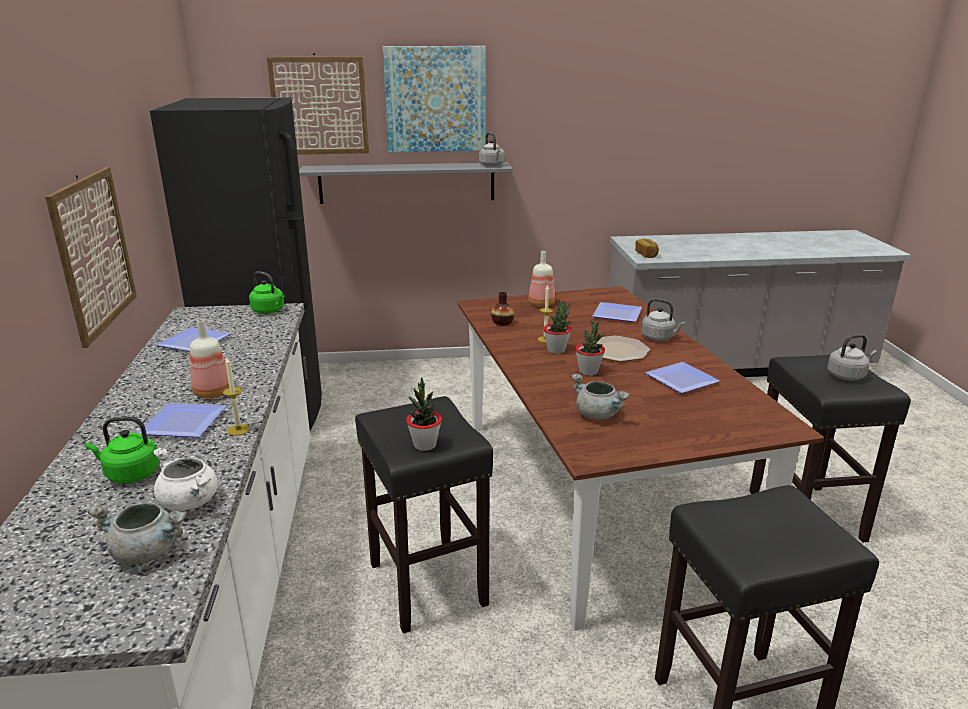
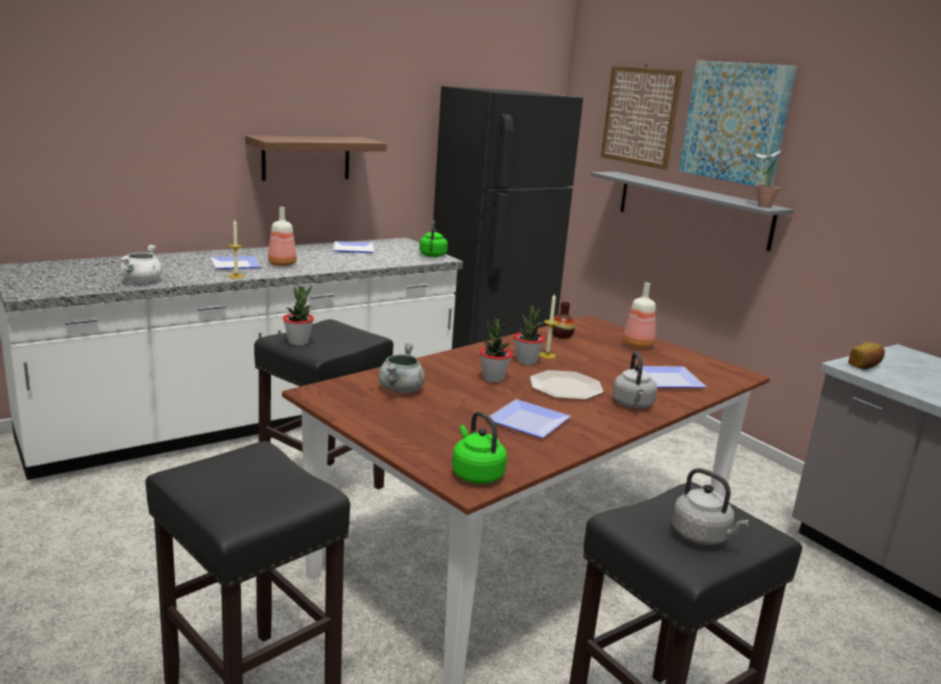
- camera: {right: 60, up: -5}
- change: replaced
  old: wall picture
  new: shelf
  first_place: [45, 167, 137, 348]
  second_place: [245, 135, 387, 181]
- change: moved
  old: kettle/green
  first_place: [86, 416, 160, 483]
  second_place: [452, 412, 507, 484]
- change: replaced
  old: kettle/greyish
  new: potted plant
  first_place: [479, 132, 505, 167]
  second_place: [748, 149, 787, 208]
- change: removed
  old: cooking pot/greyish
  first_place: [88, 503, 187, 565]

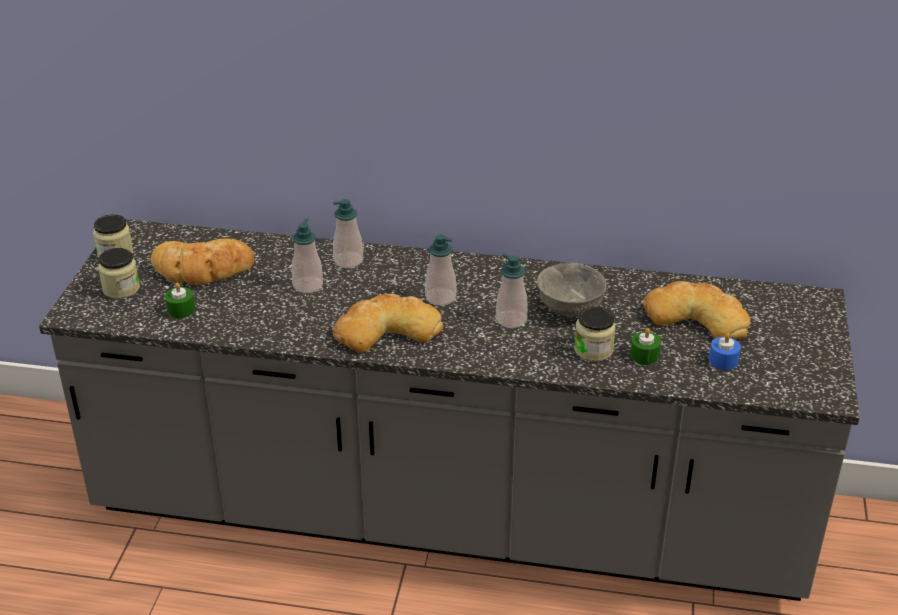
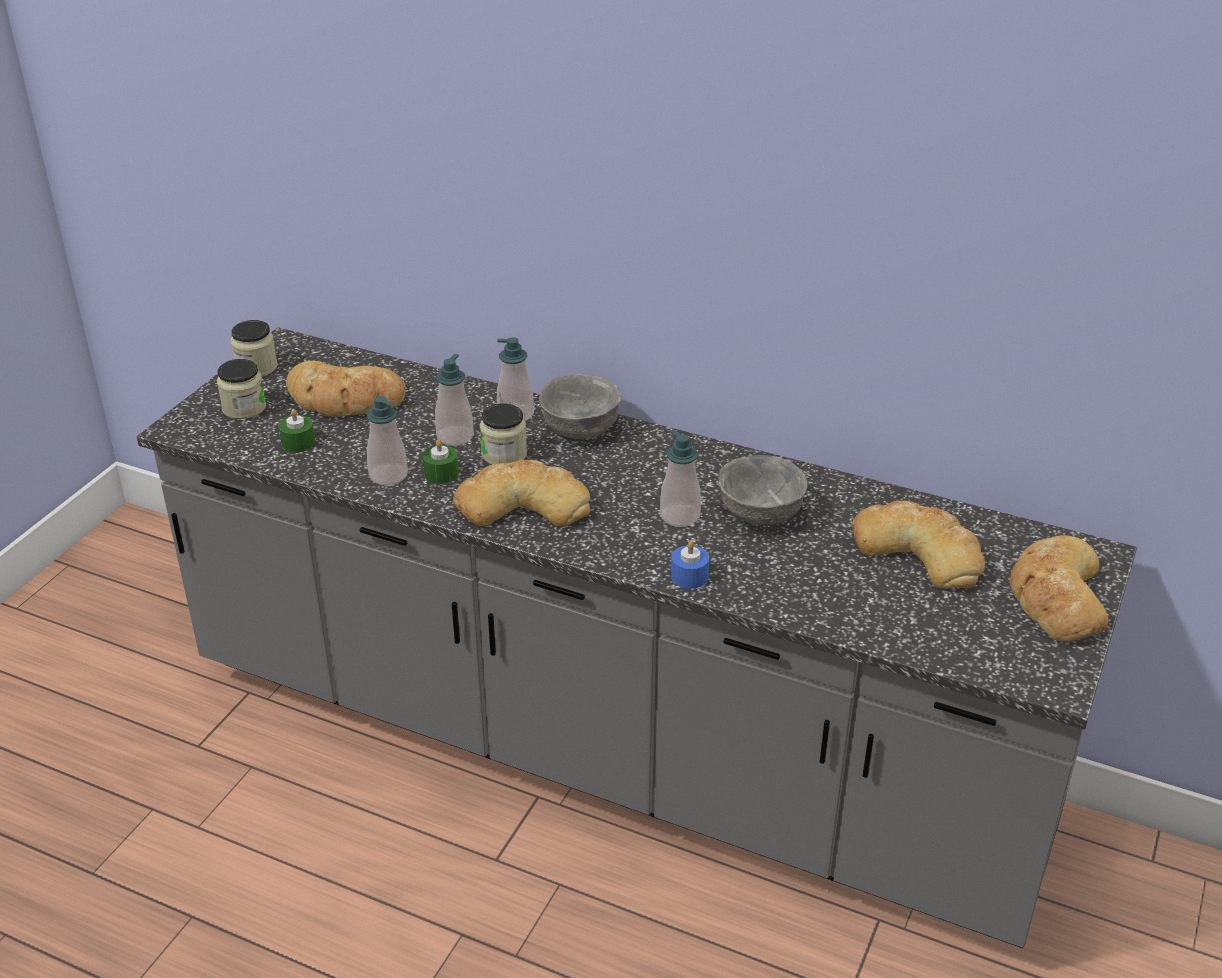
- camera: {right: 15, up: 0}
- change: moved
  old: soap dispenser
  first_place: [425, 234, 456, 306]
  second_place: [367, 396, 408, 485]
- change: moved
  old: wax candle/green
  first_place: [630, 328, 661, 365]
  second_place: [423, 439, 459, 484]
- change: moved
  old: preserve jar
  first_place: [574, 307, 616, 361]
  second_place: [480, 403, 527, 465]
- change: added
  new: bowl/greyish
  second_place: [539, 374, 621, 439]
- change: moved
  old: wax candle/blue-coloured
  first_place: [709, 333, 741, 370]
  second_place: [671, 540, 709, 589]
- change: added
  new: baked bread
  second_place: [1010, 535, 1109, 642]

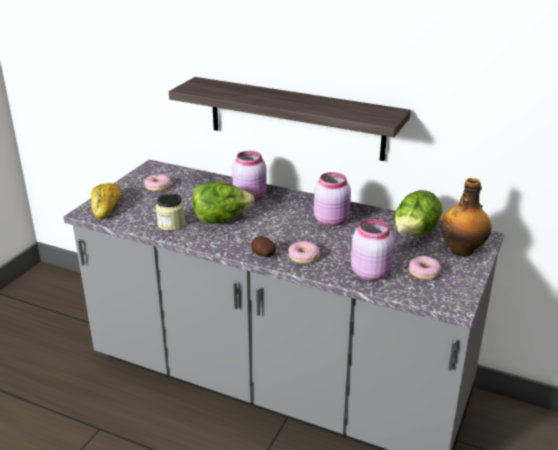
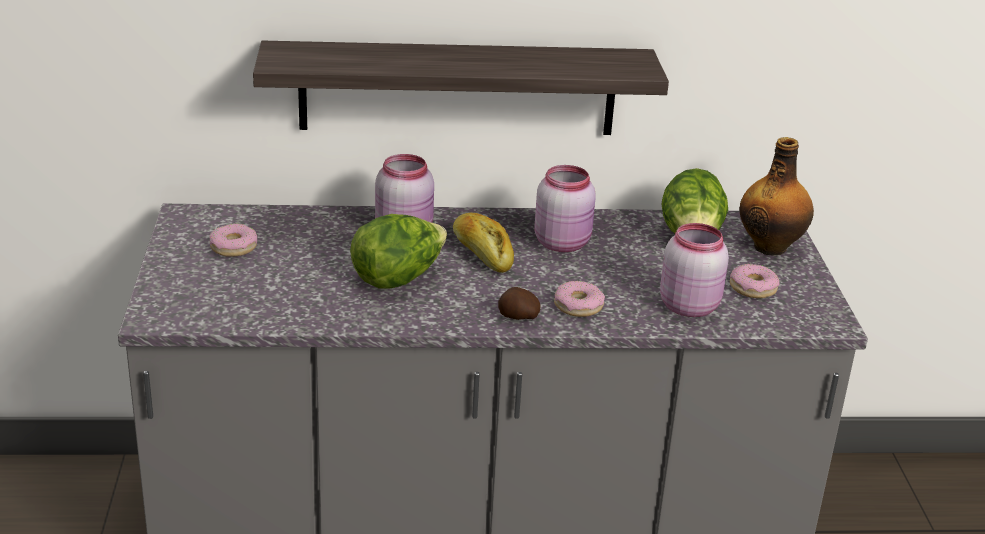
- camera: {right: -30, up: 0}
- change: moved
  old: baked bread
  first_place: [91, 183, 121, 219]
  second_place: [453, 213, 514, 273]
- change: removed
  old: preserve jar
  first_place: [156, 194, 185, 231]

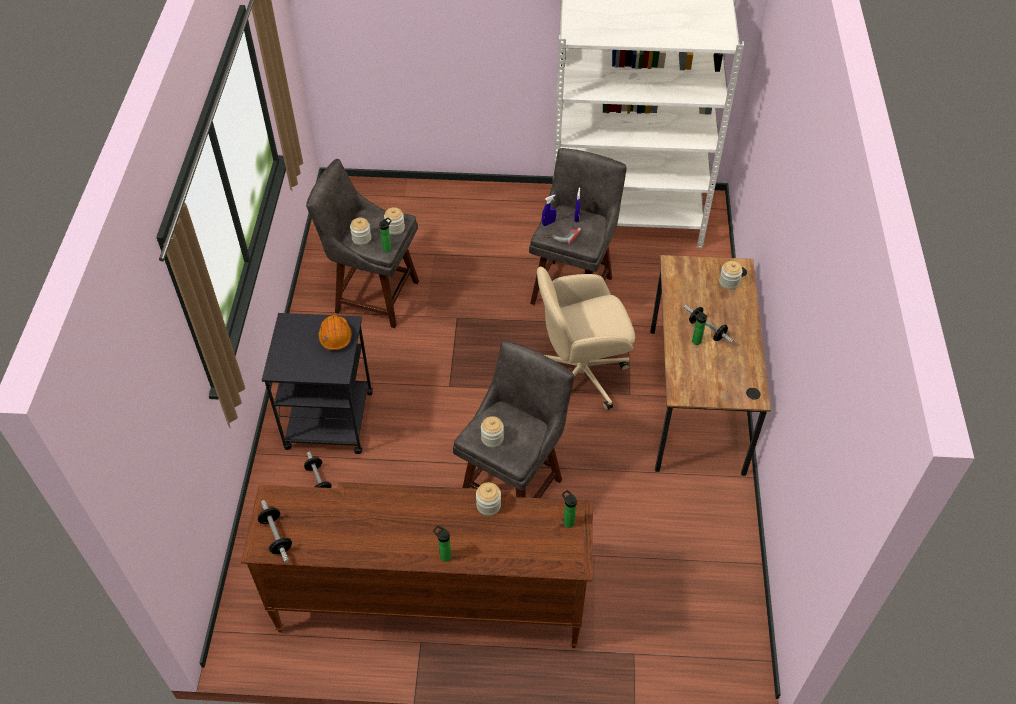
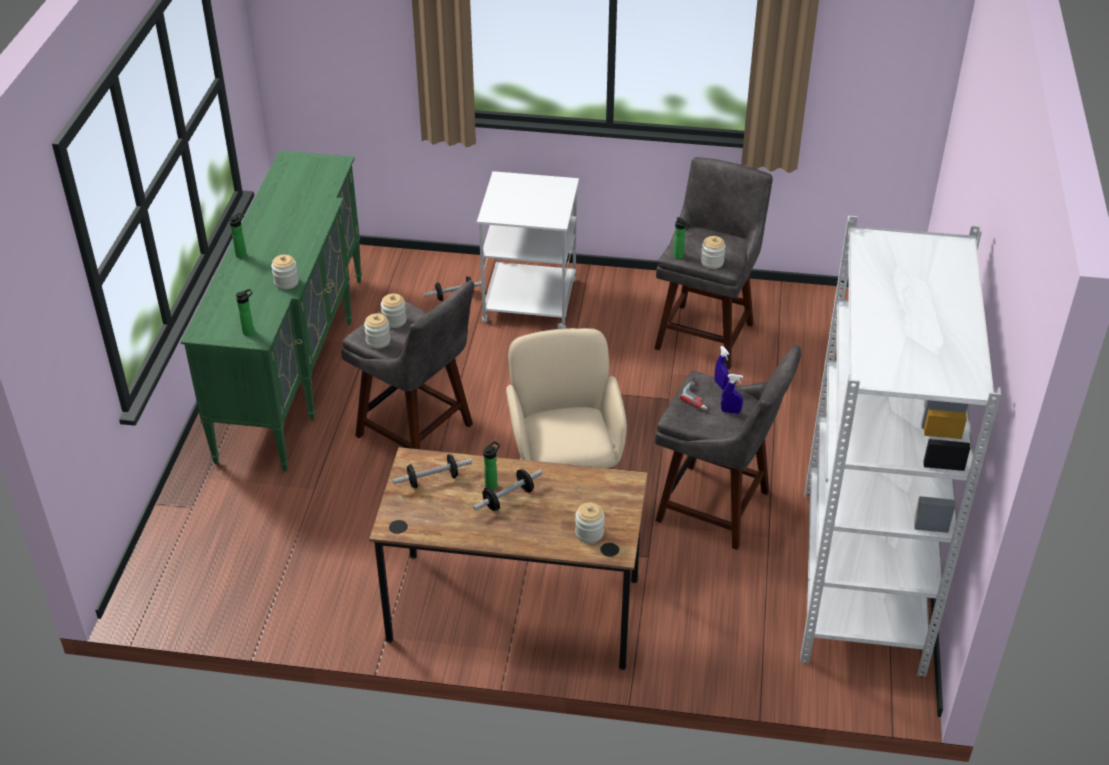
- camera: {right: 95, up: -10}
- change: recoloured
  old: cupboard/brown
  new: cupboard/green
  first_place: [241, 482, 593, 648]
  second_place: [180, 151, 362, 472]
- change: moved
  old: preserve jar
  first_place: [350, 218, 371, 245]
  second_place: [364, 313, 391, 349]
- change: moved
  old: free weight
  first_place: [258, 500, 292, 563]
  second_place: [392, 454, 472, 489]
- change: recoloured
  old: wheeled cart/blackish
  new: wheeled cart/white
  first_place: [262, 313, 373, 454]
  second_place: [477, 171, 579, 329]
- change: removed
  old: safety helmet/orangey
  first_place: [318, 315, 351, 350]

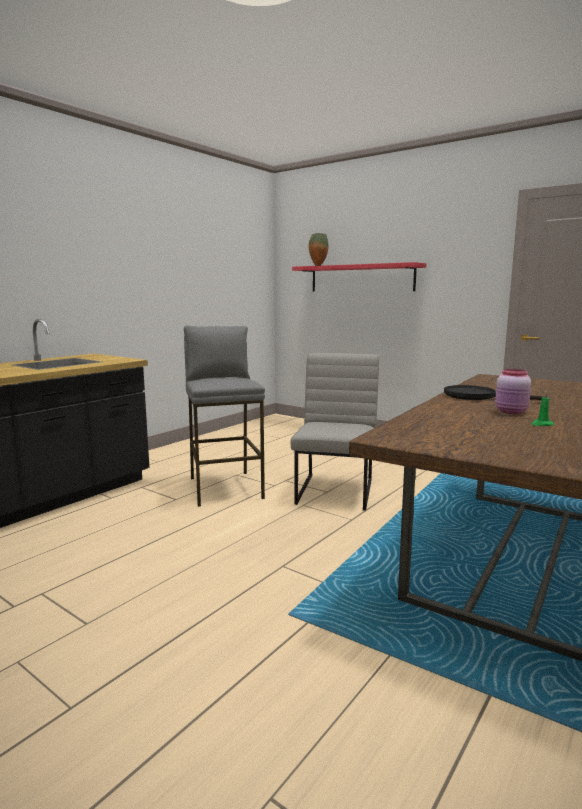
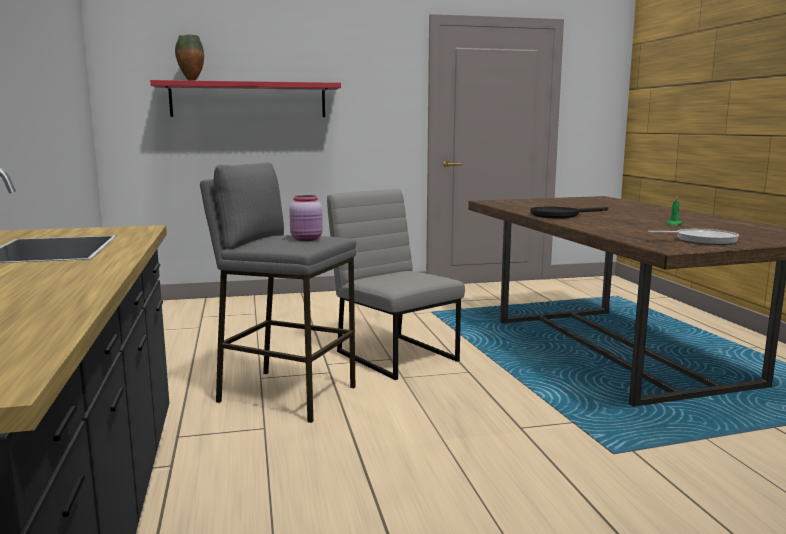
- camera: {right: -50, up: 0}
- change: moved
  old: preserve jar/pinkish
  first_place: [495, 369, 531, 414]
  second_place: [289, 195, 323, 241]
- change: added
  new: frying pan
  second_place: [648, 229, 739, 245]

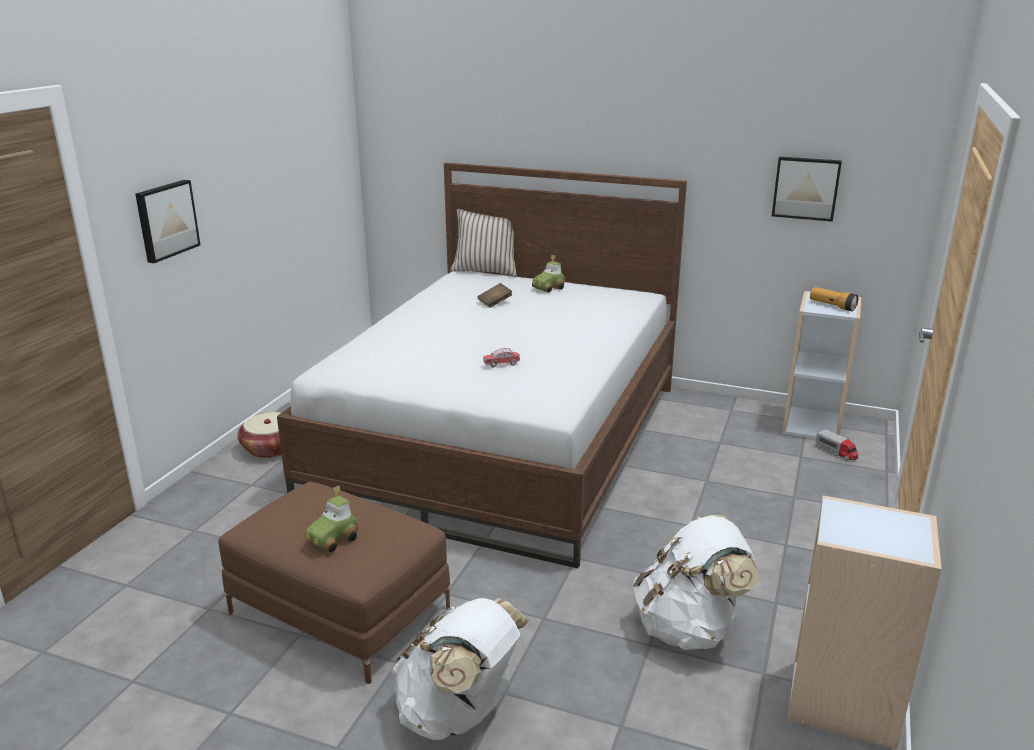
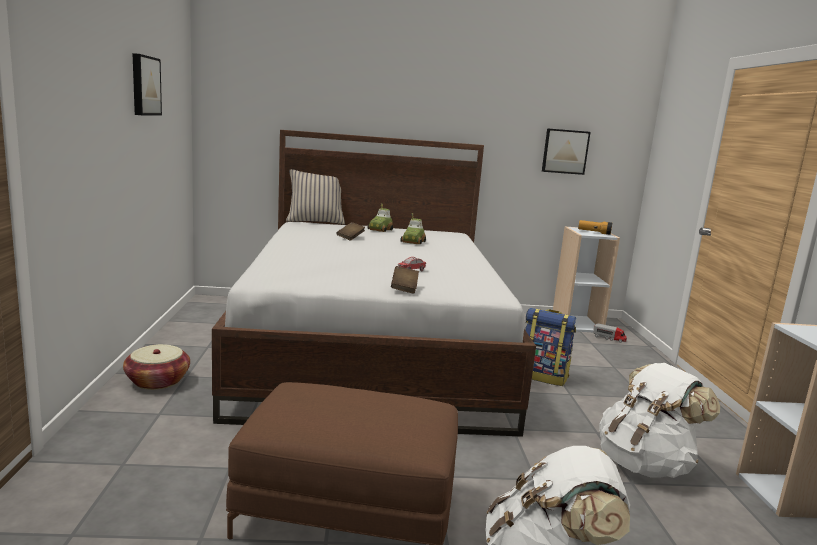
- camera: {right: -25, up: -10}
- change: moved
  old: wall picture
  first_place: [135, 180, 200, 263]
  second_place: [132, 53, 162, 115]
- change: added
  new: book/brown
  second_place: [391, 266, 419, 294]
- change: moved
  old: miniature car
  first_place: [305, 486, 358, 552]
  second_place: [401, 213, 426, 244]
- change: added
  new: knapsack
  second_place: [525, 308, 576, 386]

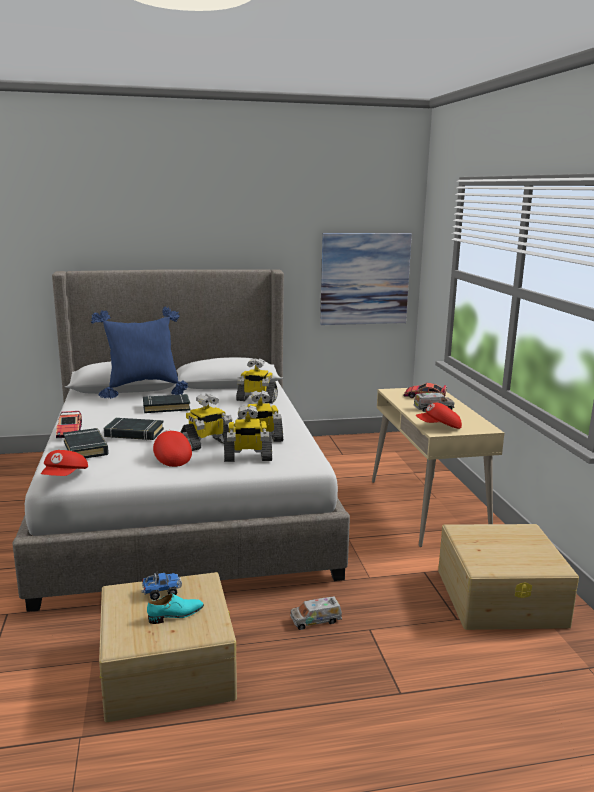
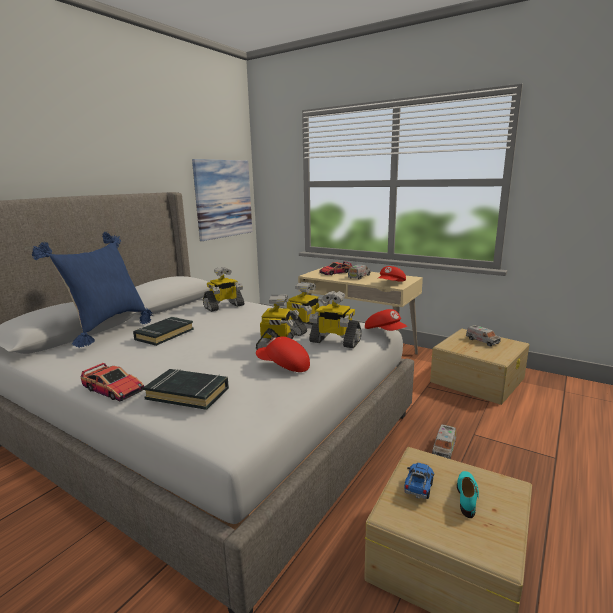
- camera: {right: -45, up: 0}
- change: turned
  old: robot figure
  first_place: [224, 405, 272, 462]
  second_place: [309, 291, 362, 348]
  degrees: 75
- change: moved
  old: cap/reddish
  first_place: [41, 450, 88, 476]
  second_place: [365, 309, 407, 331]
- change: added
  new: toy lorry
  second_place: [466, 325, 501, 347]
- change: removed
  old: book/blackish
  first_place: [104, 418, 164, 440]

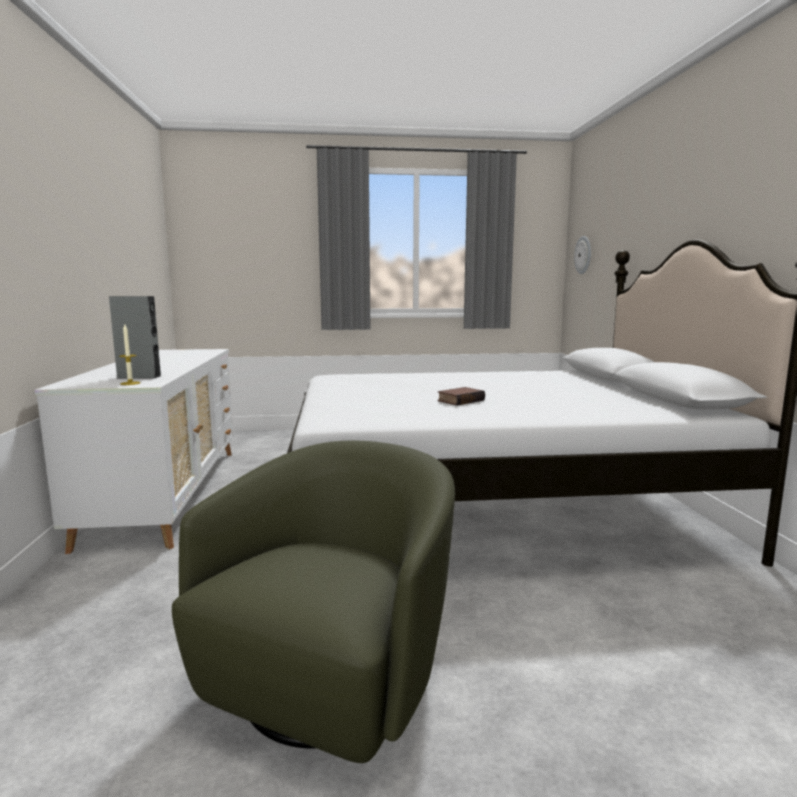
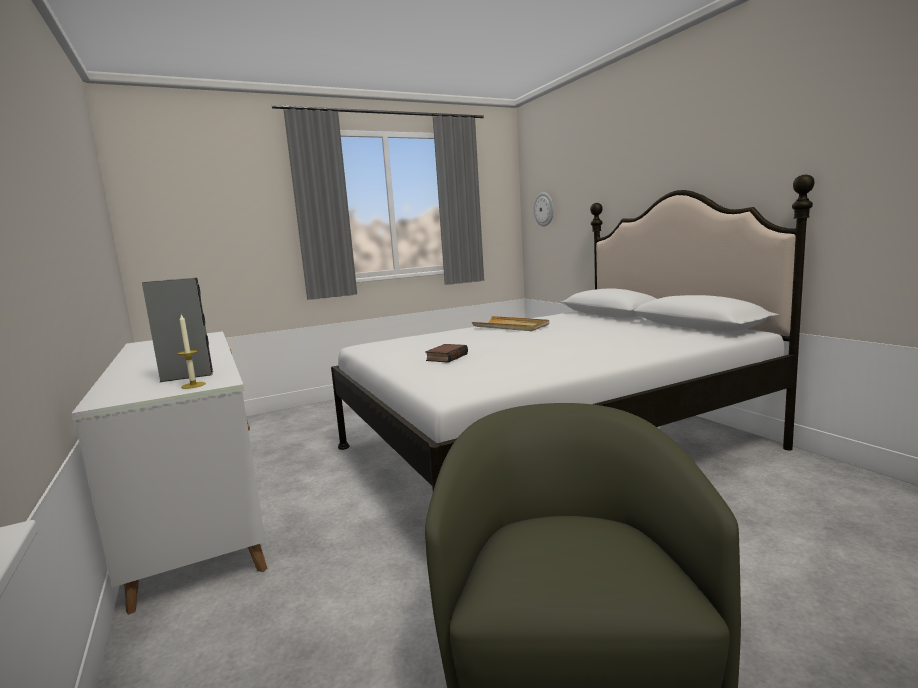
- camera: {right: -20, up: 0}
- change: moved
  old: book
  first_place: [438, 387, 485, 406]
  second_place: [425, 344, 468, 363]
- change: added
  new: tray/beige
  second_place: [472, 316, 549, 331]

